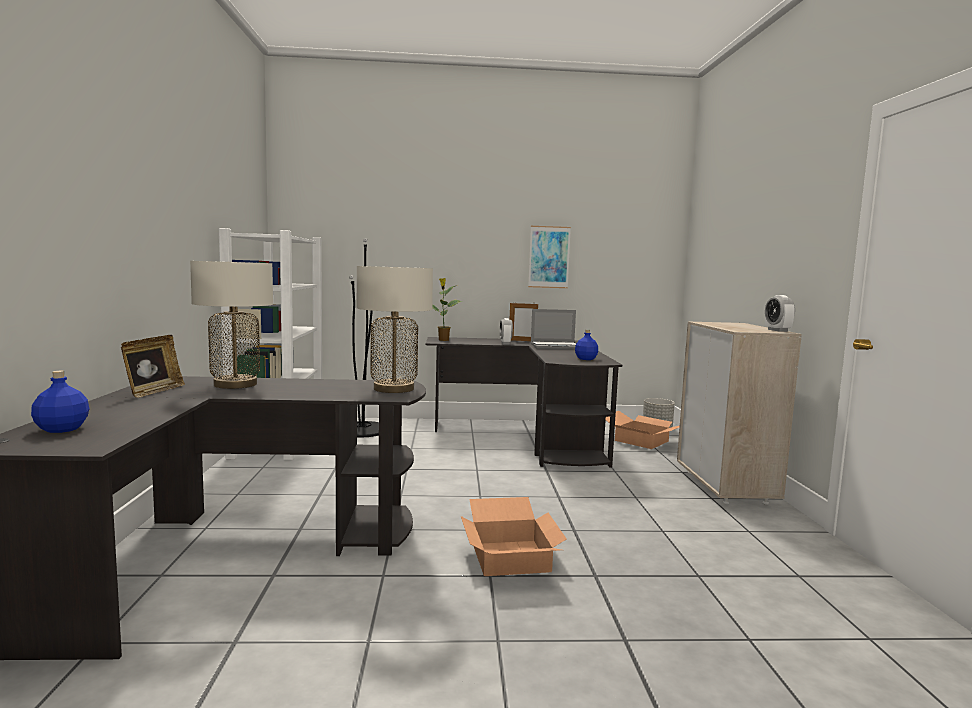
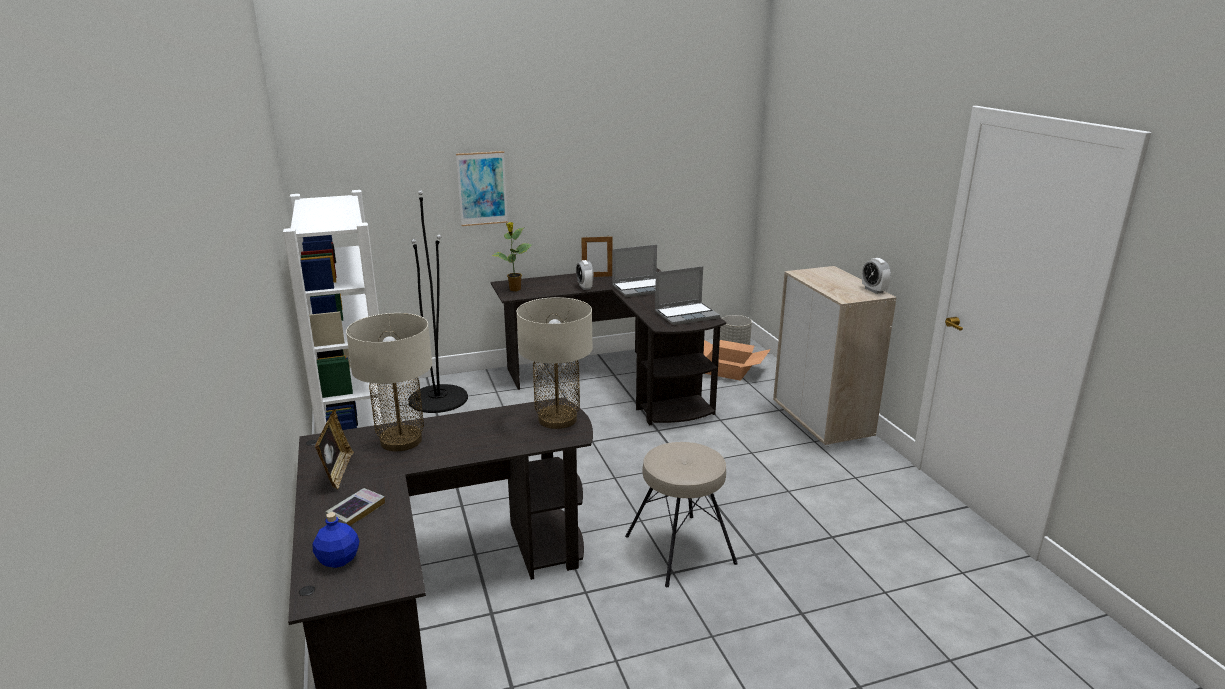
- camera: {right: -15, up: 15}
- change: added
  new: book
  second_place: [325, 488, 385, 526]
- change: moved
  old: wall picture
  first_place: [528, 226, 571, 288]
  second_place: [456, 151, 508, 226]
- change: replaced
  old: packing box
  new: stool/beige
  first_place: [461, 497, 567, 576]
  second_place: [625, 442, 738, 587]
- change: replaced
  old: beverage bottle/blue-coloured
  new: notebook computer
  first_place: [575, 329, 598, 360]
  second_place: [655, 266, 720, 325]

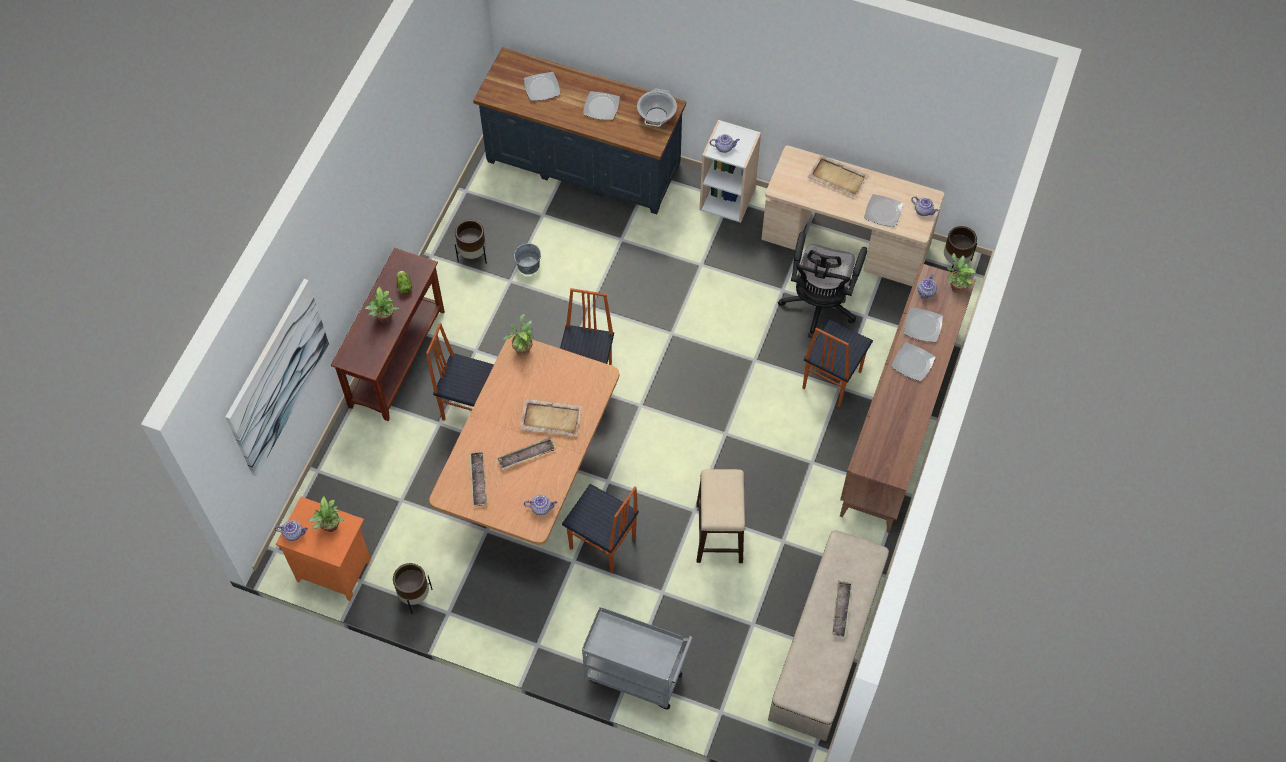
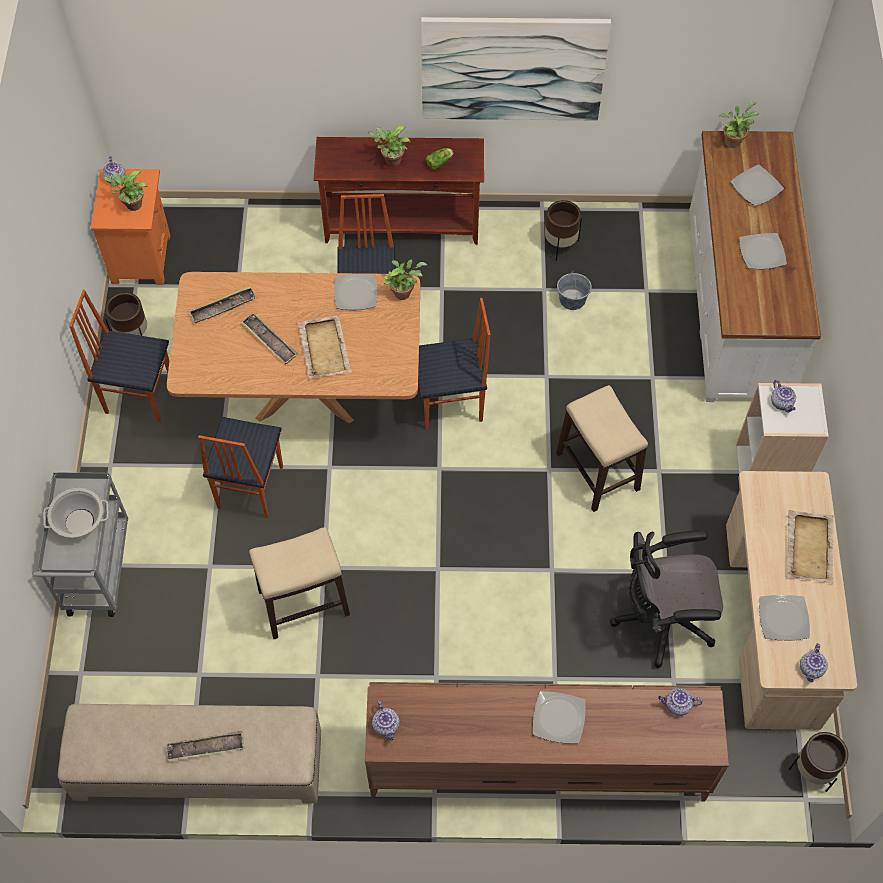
- camera: {right: 70, up: 0}
- change: moved
  old: cooking pot
  first_place: [637, 89, 677, 127]
  second_place: [43, 488, 109, 538]
- change: moved
  old: chair
  first_place: [802, 319, 873, 407]
  second_place: [69, 290, 169, 423]
- change: moved
  old: flat dish
  first_place: [904, 307, 943, 342]
  second_place: [334, 274, 377, 310]
- change: moved
  old: tea pot
  first_place: [524, 495, 557, 515]
  second_place: [372, 700, 400, 741]
- change: moved
  old: wall picture
  first_place: [225, 279, 329, 476]
  second_place: [421, 17, 611, 121]
- change: added
  new: stool
  second_place: [556, 385, 648, 512]
- change: recoloured
  old: dresser/blue-coloured
  new: dresser/white
  first_place: [473, 47, 686, 214]
  second_place: [689, 131, 821, 402]
- change: moved
  old: potted plant
  first_place: [947, 253, 976, 293]
  second_place: [719, 102, 759, 148]

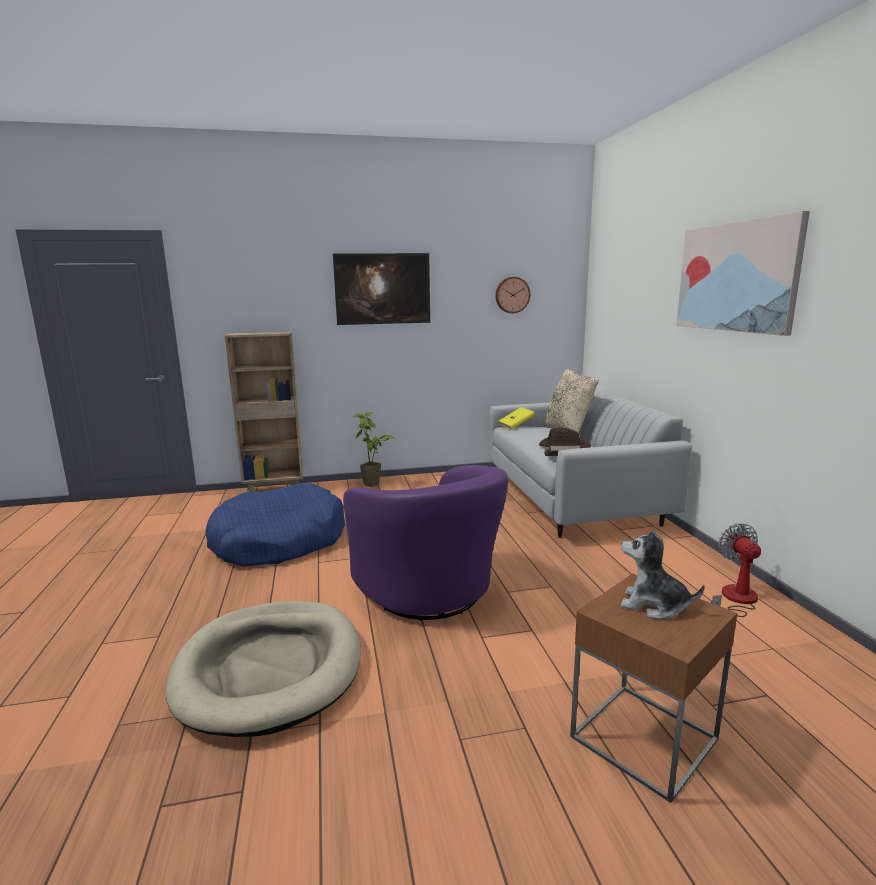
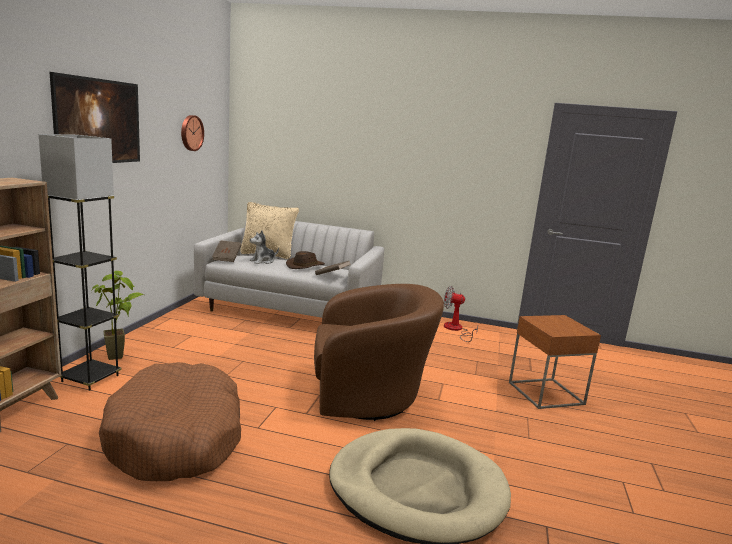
- camera: {right: -65, up: 0}
- change: added
  new: floor lamp/greyish
  second_place: [39, 134, 122, 391]
- change: recoloured
  old: pet bed/blue-coloured
  new: pet bed/brown
  first_place: [205, 483, 345, 567]
  second_place: [99, 362, 241, 481]
- change: recoloured
  old: book/yellowish
  new: book/brown
  first_place: [499, 407, 535, 430]
  second_place: [212, 240, 242, 262]
- change: moved
  old: soft toy
  first_place: [621, 528, 705, 619]
  second_place: [250, 231, 279, 264]
- change: recoloured
  old: easy chair/purplish
  new: easy chair/brown
  first_place: [343, 465, 508, 621]
  second_place: [314, 284, 444, 421]
- change: removed
  old: wall picture
  first_place: [676, 211, 810, 336]

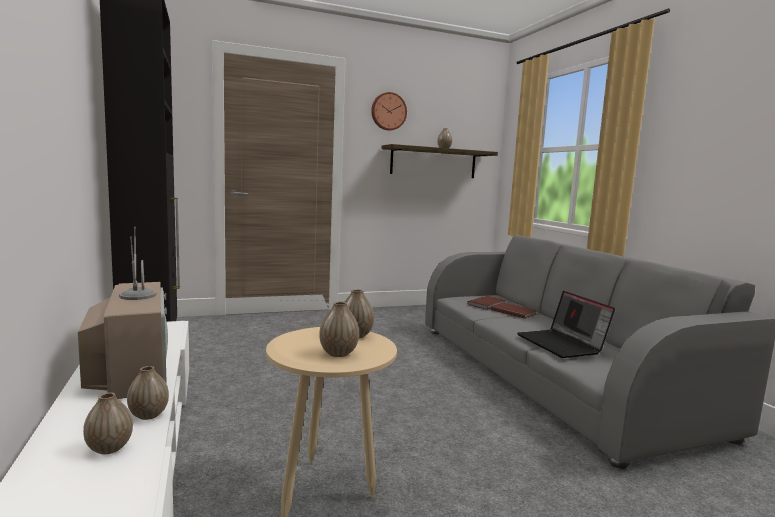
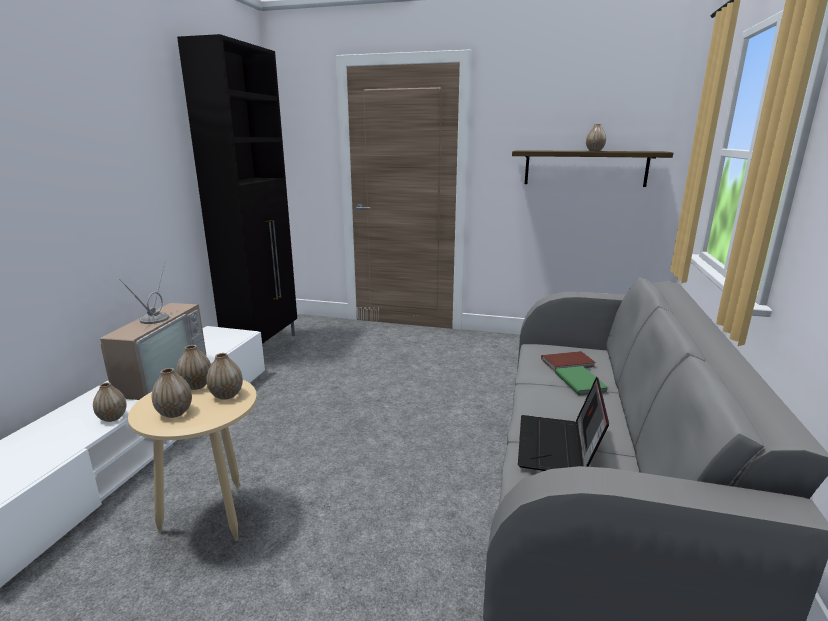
- camera: {right: 35, up: 10}
- change: moved
  old: flower vase
  first_place: [83, 392, 133, 454]
  second_place: [176, 345, 211, 390]
- change: recoloured
  old: book/brown
  new: book/green
  first_place: [491, 303, 537, 319]
  second_place: [555, 366, 608, 396]
- change: removed
  old: hanging clock
  first_place: [371, 92, 407, 130]

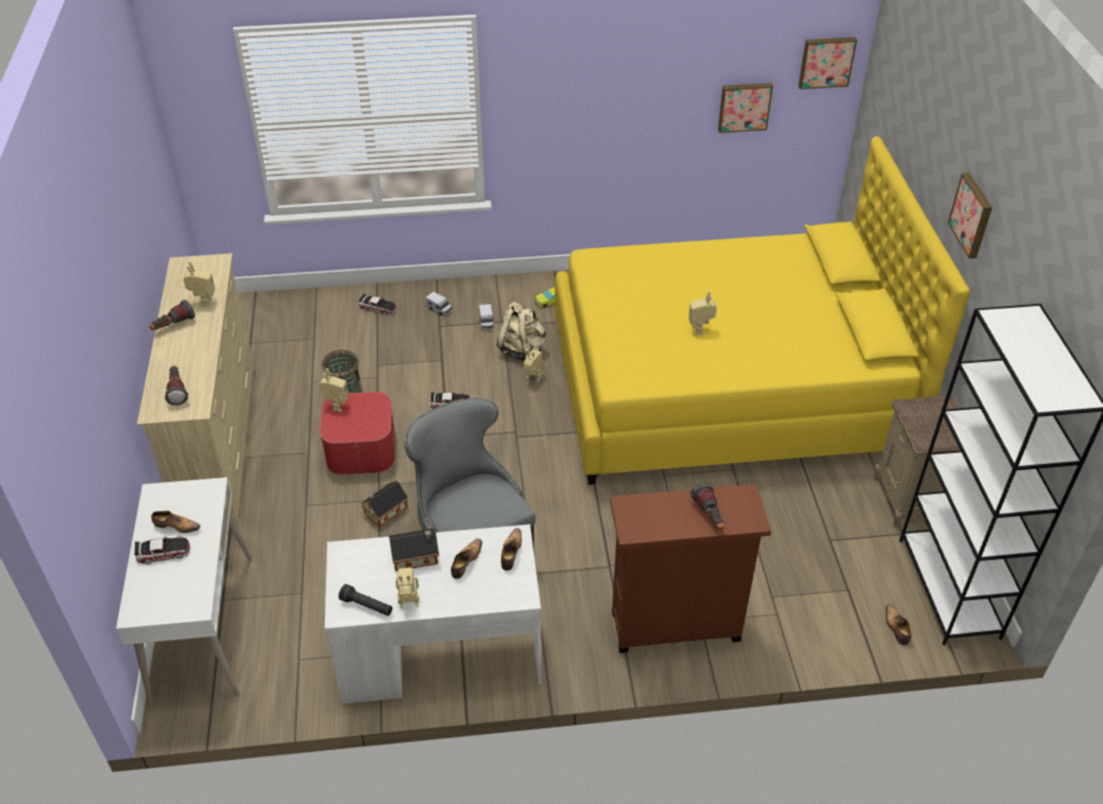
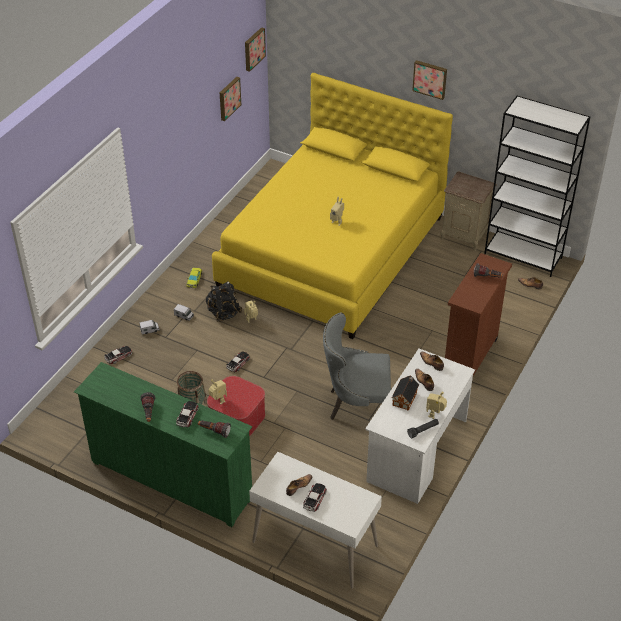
- camera: {right: -55, up: 0}
- change: recoloured
  old: dresser/beige
  new: dresser/green
  first_place: [137, 253, 254, 527]
  second_place: [74, 362, 253, 527]
- change: added
  new: miniature car
  second_place: [176, 401, 199, 428]
- change: recoloured
  old: knapsack/beige
  new: knapsack/blackish
  first_place: [497, 302, 546, 360]
  second_place: [206, 282, 242, 322]
- change: removed
  old: robot figure
  first_place: [183, 261, 215, 307]
- change: removed
  old: toy house
  first_place: [360, 481, 408, 527]

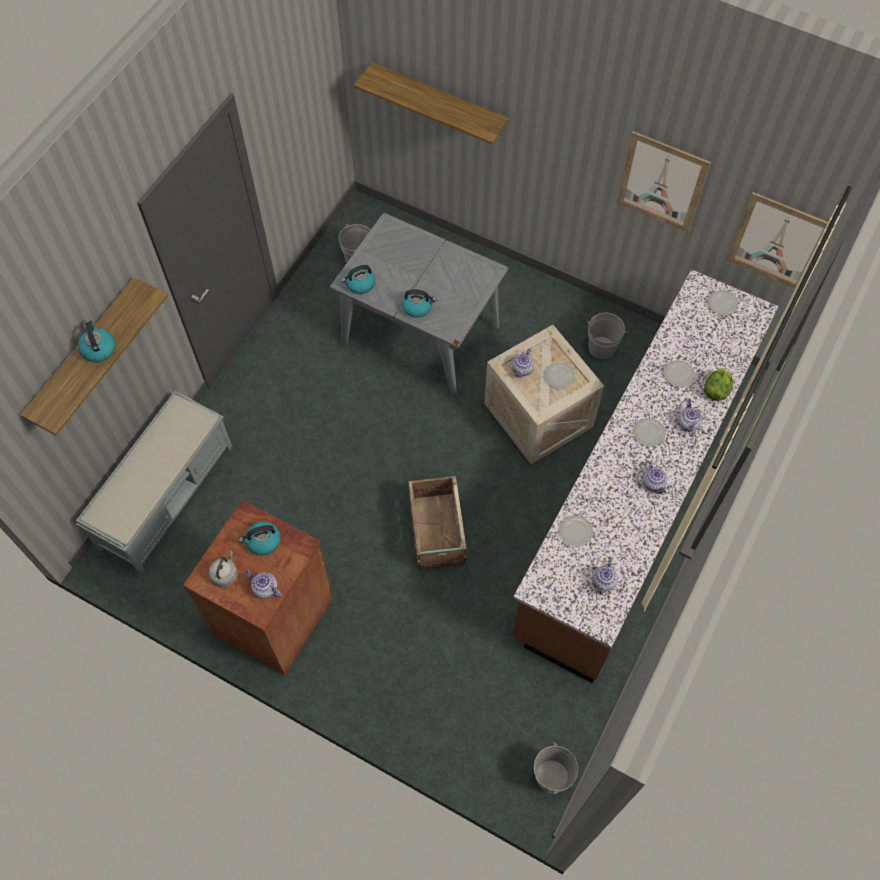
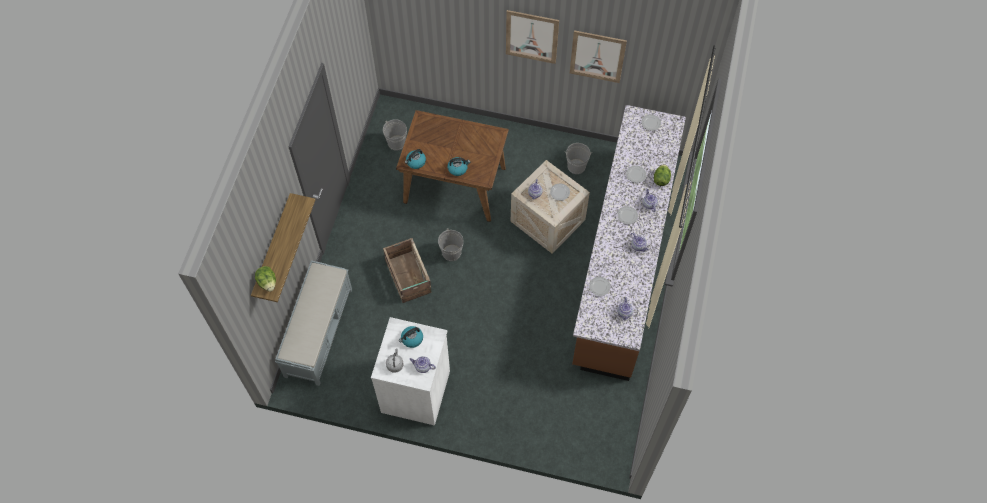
- camera: {right: -15, up: 0}
- change: added
  new: head of lettuce
  second_place: [255, 266, 276, 292]
- change: recoloured
  old: dresser/brown
  new: dresser/white
  first_place: [183, 500, 332, 675]
  second_place: [371, 317, 450, 426]
- change: moved
  old: packing crate
  first_place: [409, 476, 467, 570]
  second_place: [383, 238, 432, 303]
- change: recoloured
  old: kitchen table/greyish
  new: kitchen table/brown
  first_place: [330, 212, 509, 397]
  second_place: [396, 110, 509, 222]
- change: moved
  old: pail/greyish
  first_place: [534, 742, 578, 794]
  second_place: [438, 228, 464, 261]
- change: moved
  old: wall picture
  first_place: [727, 192, 828, 288]
  second_place: [506, 10, 559, 64]
- change: removed
  old: kettle
  first_place: [78, 320, 115, 362]
- change: removed
  old: shelf
  first_place: [354, 62, 509, 144]

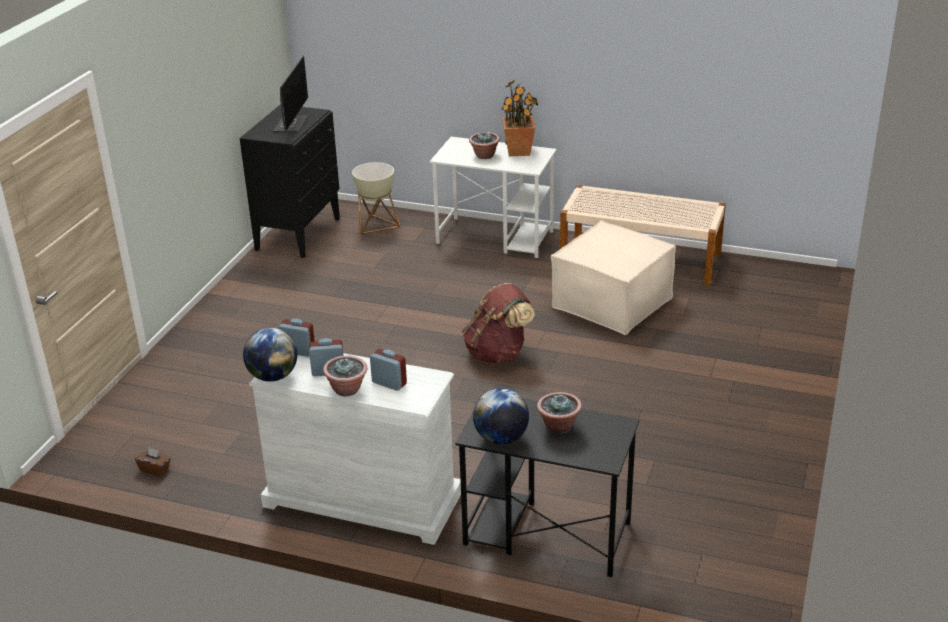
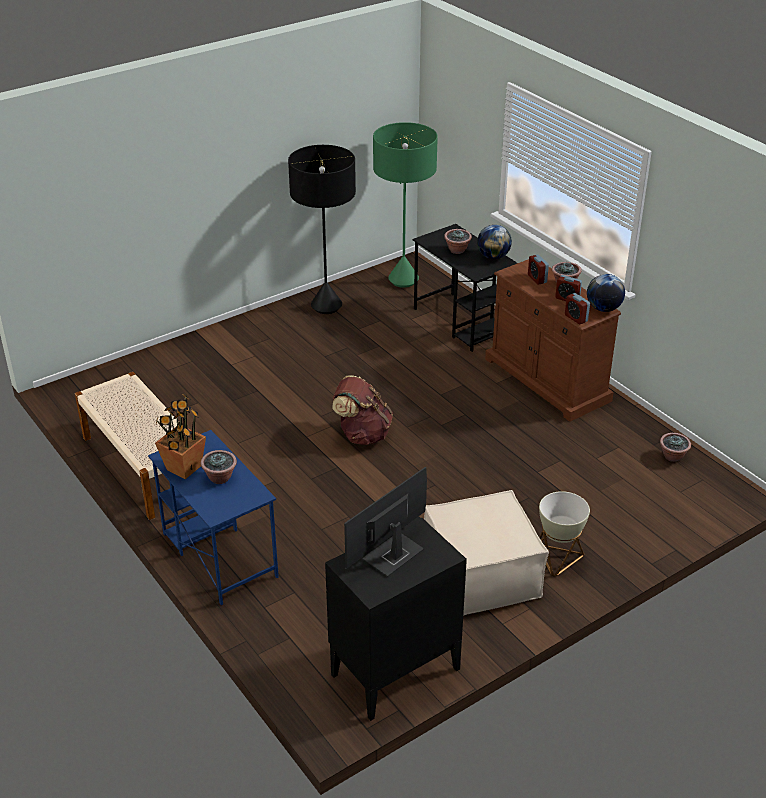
- camera: {right: -145, up: 5}
- change: recoloured
  old: desk/white
  new: desk/blue-coloured
  first_place: [430, 137, 557, 258]
  second_place: [148, 430, 279, 605]
- change: added
  new: floor lamp/blackish
  second_place: [288, 145, 356, 314]
- change: added
  new: floor lamp/green
  second_place: [373, 122, 438, 288]
- change: moved
  old: ottoman/beige
  first_place: [551, 220, 676, 335]
  second_place: [424, 490, 549, 616]
- change: recoloured
  old: dresser/white
  new: dresser/brown
  first_place: [249, 353, 461, 545]
  second_place: [485, 259, 621, 422]
- change: moved
  old: planter
  first_place: [352, 162, 400, 234]
  second_place: [539, 491, 590, 576]
- change: replaced
  old: tissue holder/brown
  new: potted plant
  first_place: [135, 447, 171, 476]
  second_place: [660, 433, 691, 462]

